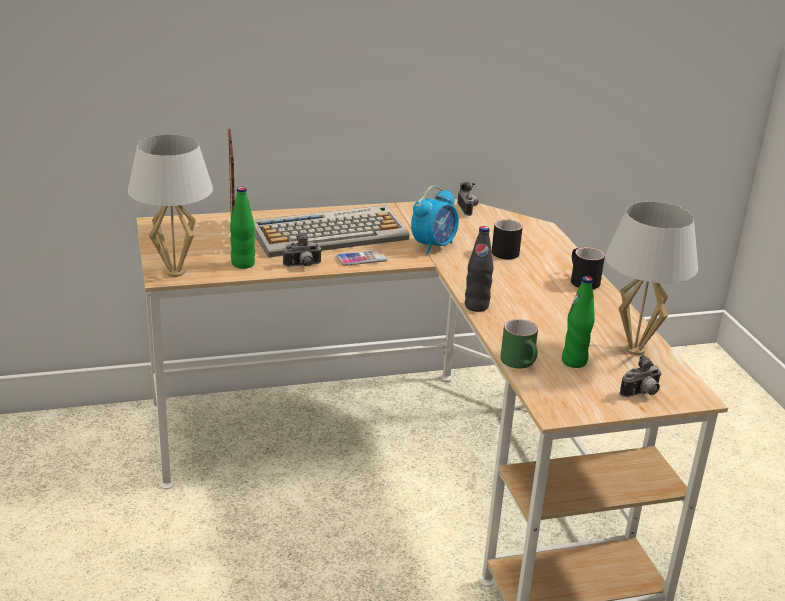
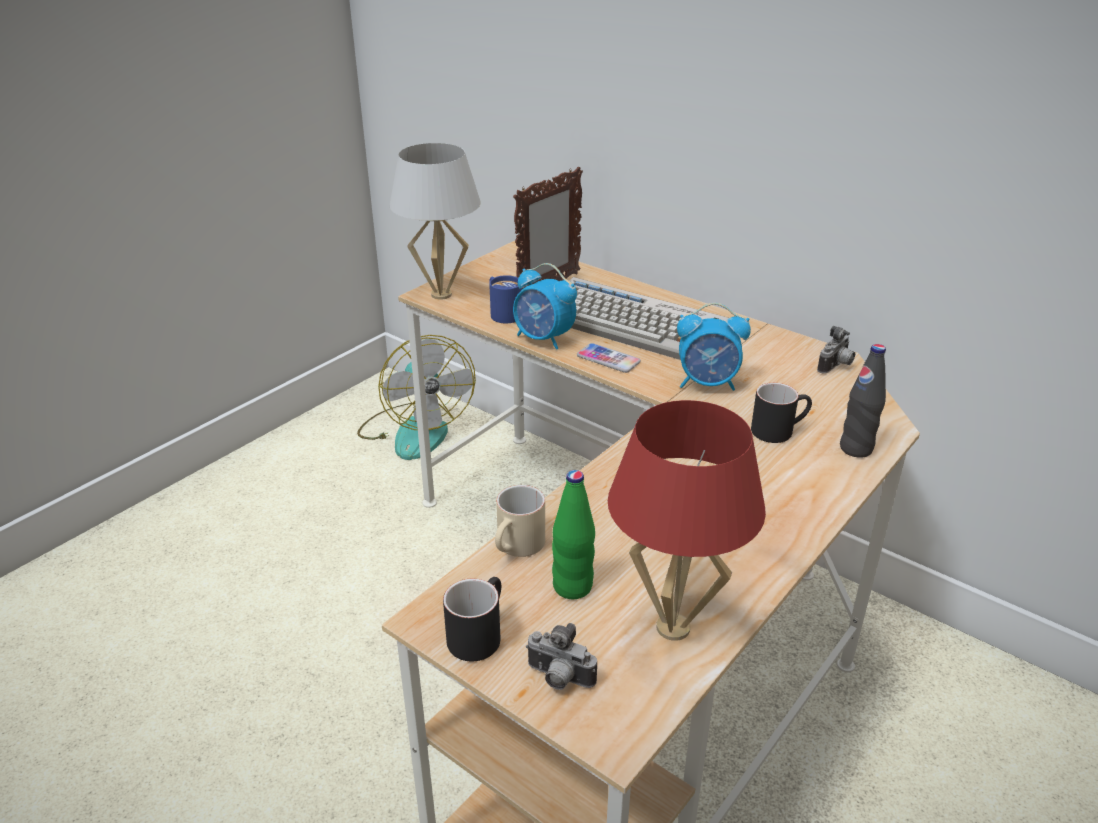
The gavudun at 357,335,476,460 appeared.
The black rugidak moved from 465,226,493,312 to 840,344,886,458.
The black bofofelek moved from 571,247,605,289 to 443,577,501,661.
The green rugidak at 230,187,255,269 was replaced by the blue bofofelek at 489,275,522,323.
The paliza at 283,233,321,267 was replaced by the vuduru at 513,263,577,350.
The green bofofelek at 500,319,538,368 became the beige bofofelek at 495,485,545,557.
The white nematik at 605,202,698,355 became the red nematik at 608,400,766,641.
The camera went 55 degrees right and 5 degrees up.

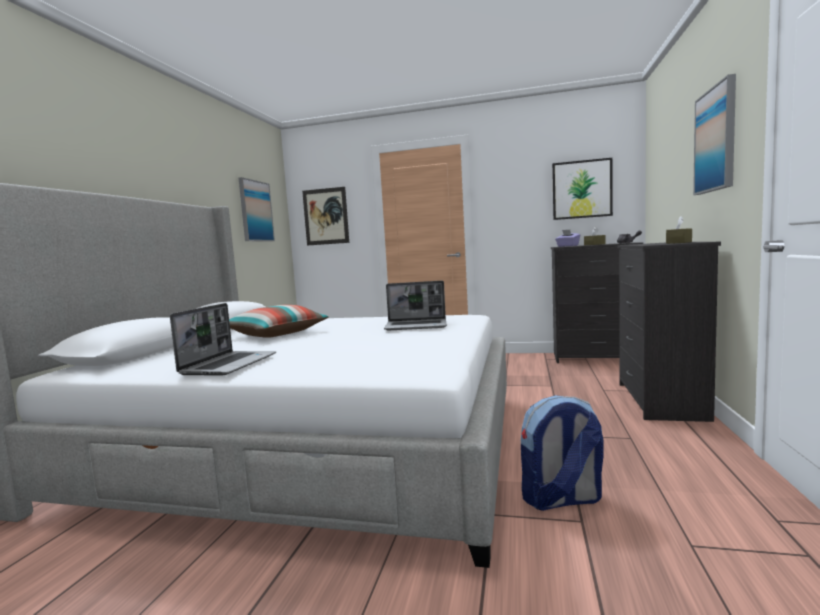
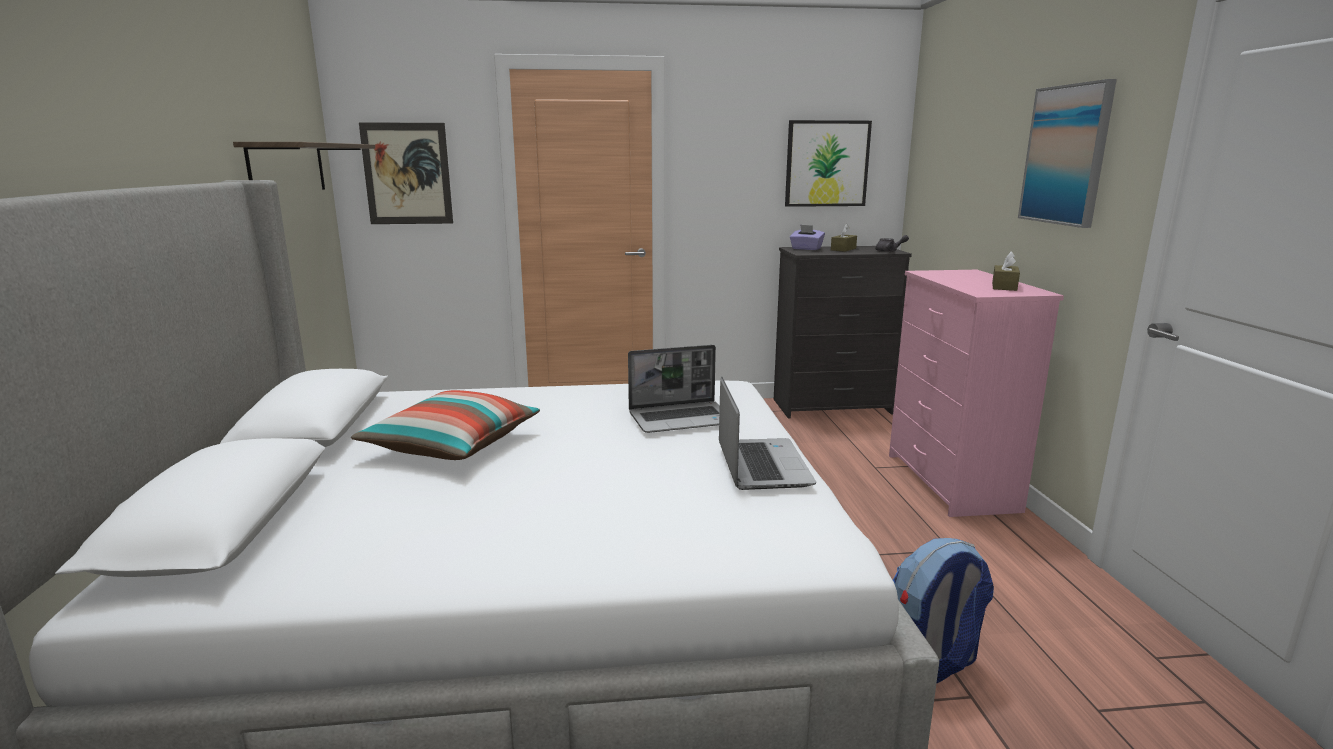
The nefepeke moved from 170,303,276,376 to 719,376,816,490.
The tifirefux at 238,177,275,241 was replaced by the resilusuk at 233,142,375,190.
The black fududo at 618,242,721,422 became the pink fududo at 889,270,1064,517.
The camera went 20 degrees left and 10 degrees up.

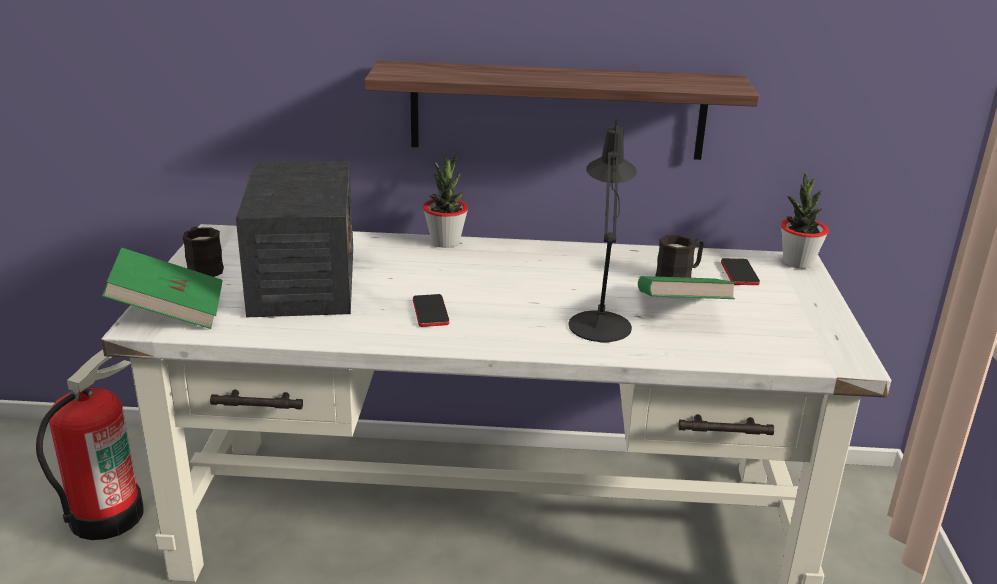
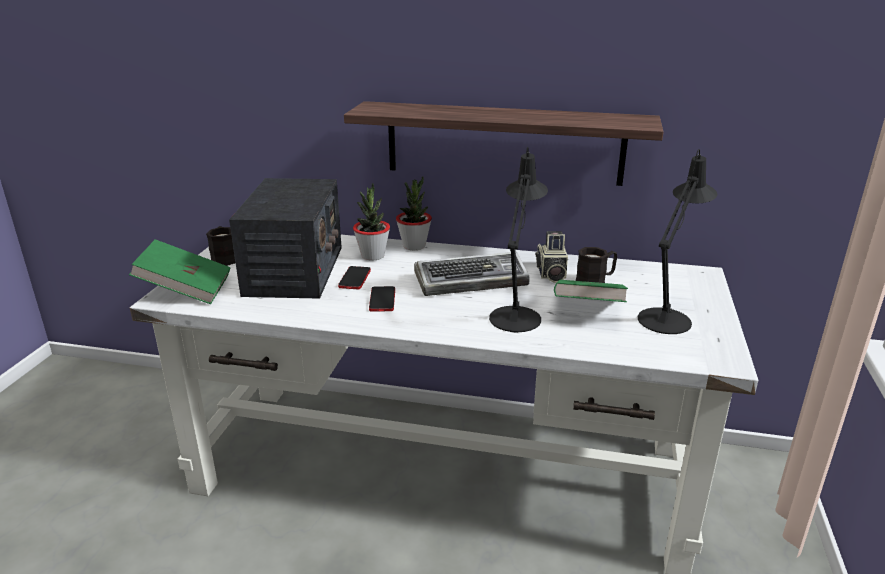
The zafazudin at 36,349,143,540 disappeared.
The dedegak at 414,252,530,296 appeared.
The paliza at 535,231,568,283 appeared.
The black nematik at 638,149,717,334 appeared.
The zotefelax moved from 721,258,760,285 to 338,266,371,289.
The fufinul moved from 781,172,829,269 to 353,183,390,261.
The camera went 10 degrees right and 0 degrees up.

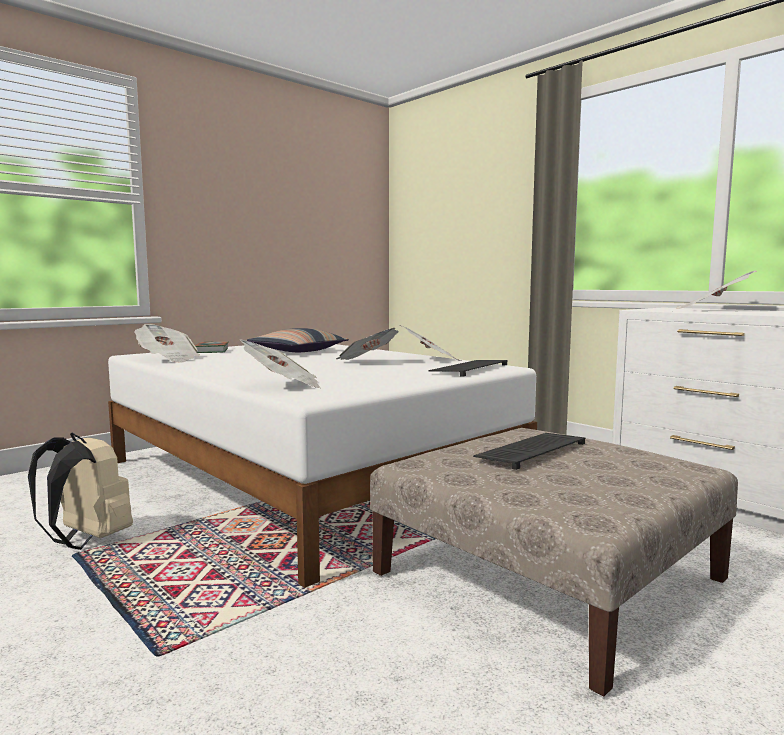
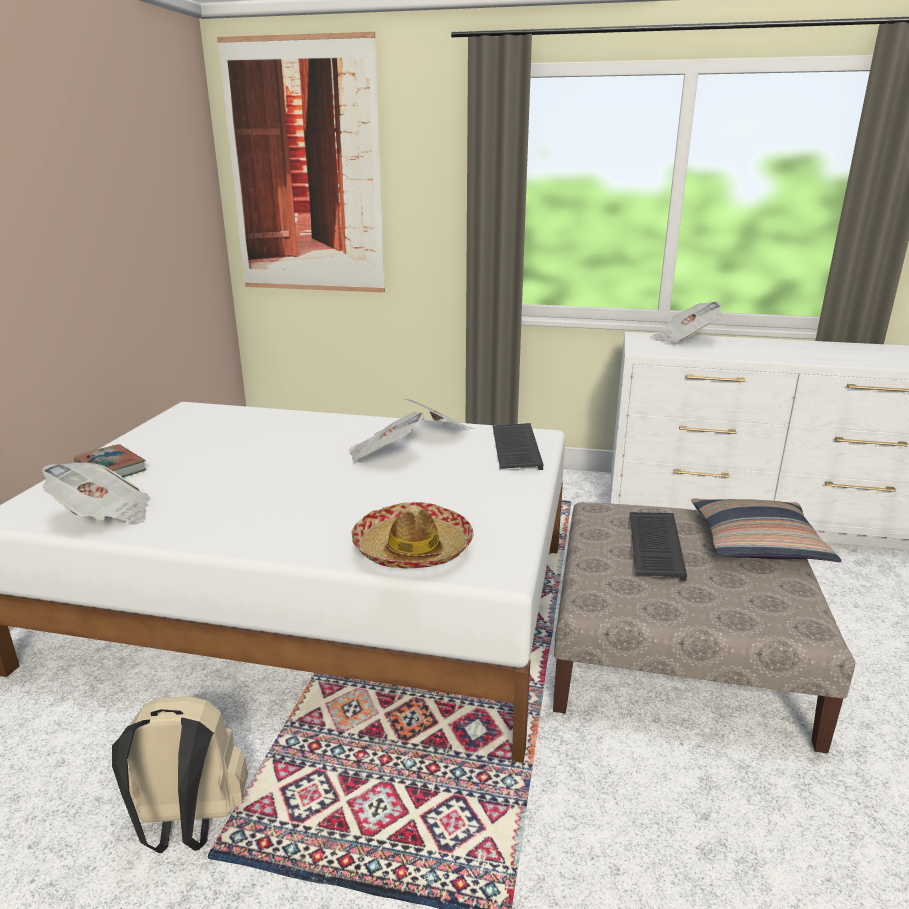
The tifirefux at 217,32,385,293 appeared.
The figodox moved from 247,328,349,352 to 691,499,842,562.
The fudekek at 240,340,321,388 was replaced by the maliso at 351,502,474,568.
The camera went 35 degrees left and 15 degrees up.

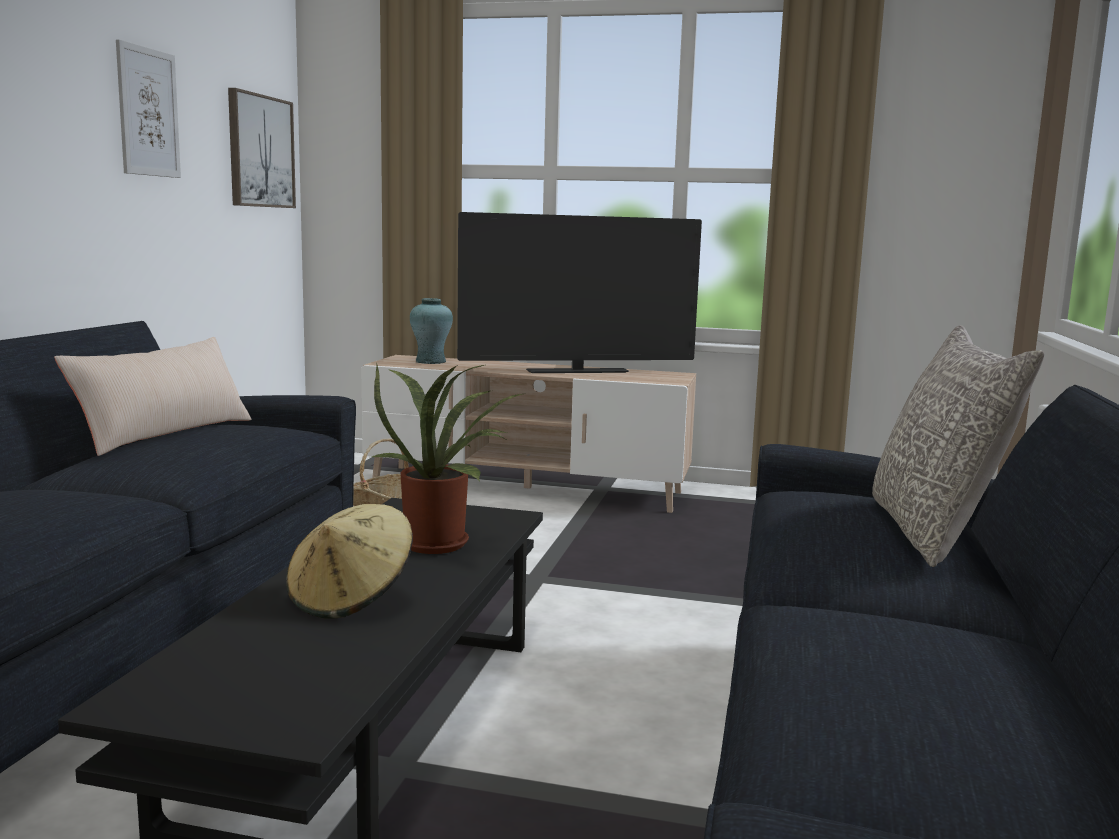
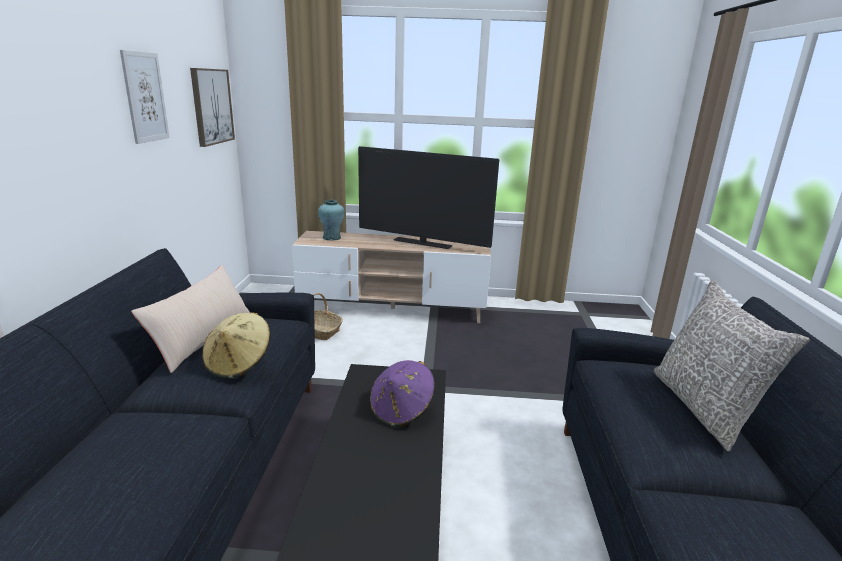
The beige maliso moved from 286,504,413,619 to 202,312,270,379.
The fufinul at 368,363,522,554 was replaced by the purple maliso at 370,360,435,427.
The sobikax at 457,212,702,373 turned 45 degrees clockwise.
The camera went 10 degrees left and 10 degrees up.

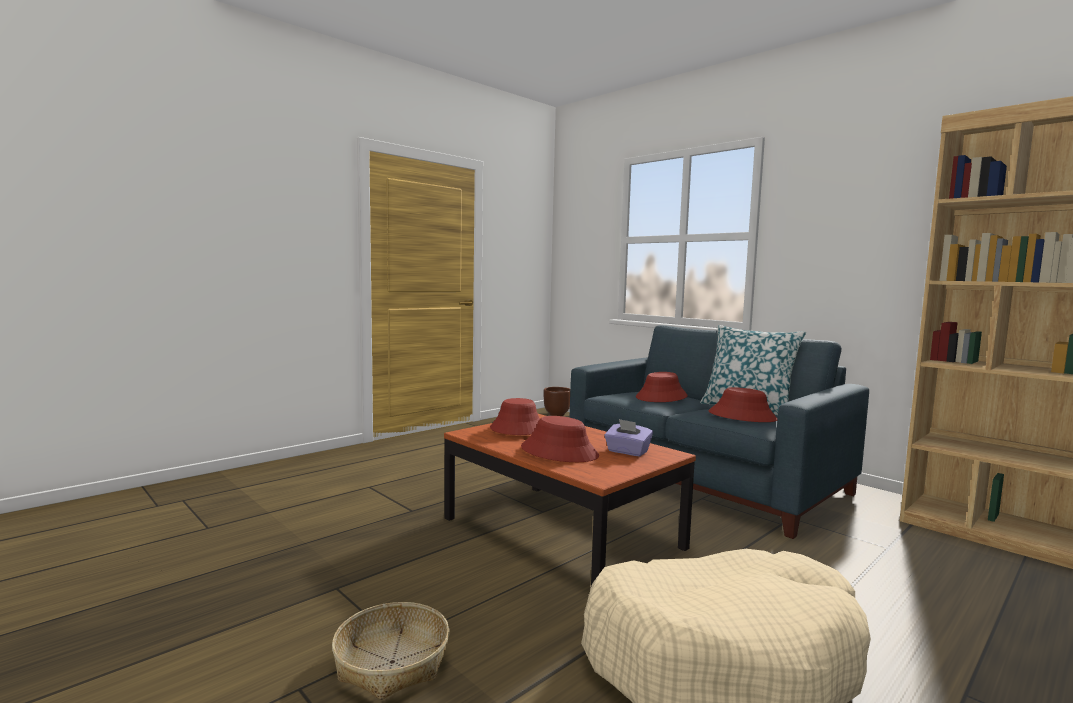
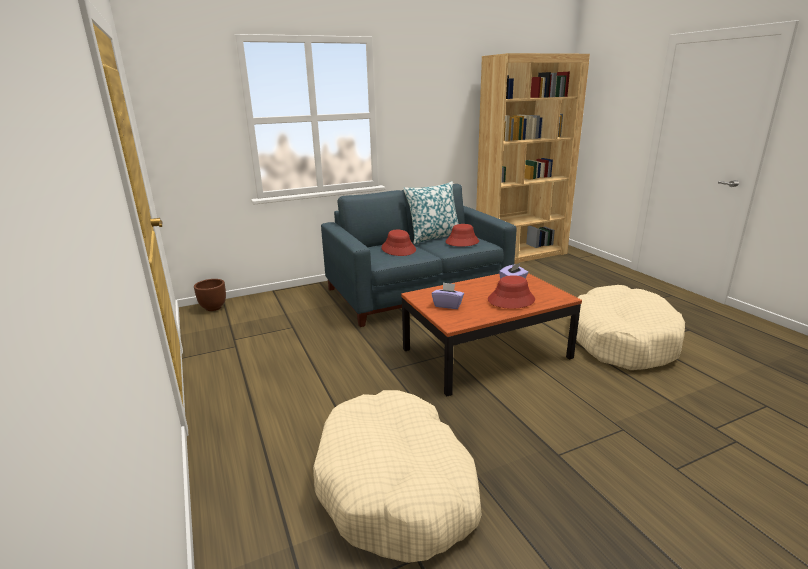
The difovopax at 332,602,449,700 disappeared.
The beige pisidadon at 313,390,482,563 appeared.
The red maliso at 490,398,540,435 was replaced by the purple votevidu at 432,282,464,309.
The camera went 70 degrees left and 15 degrees up.

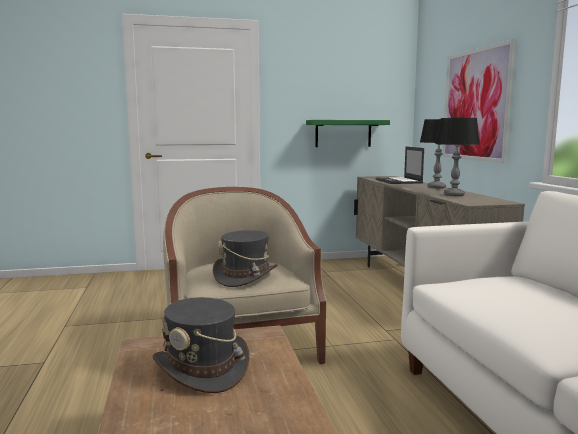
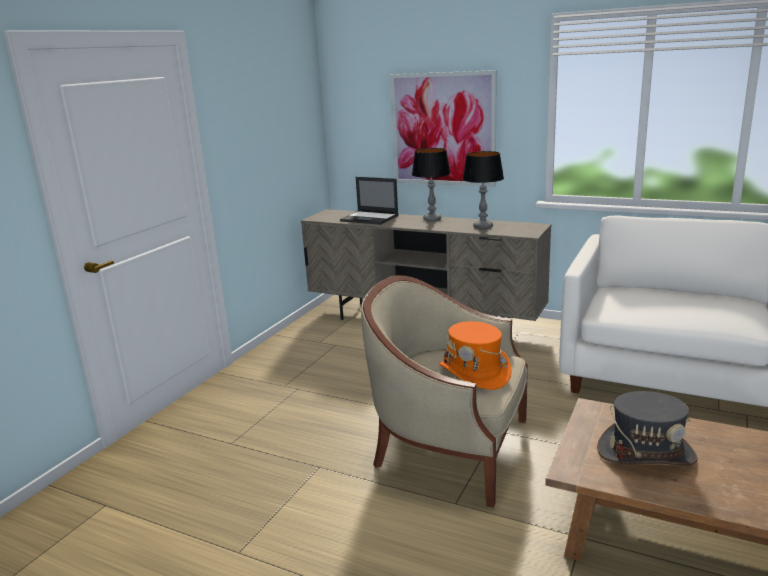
The green resilusuk at 306,120,390,147 disappeared.
The grey maliso at 212,230,278,287 became the orange maliso at 440,321,512,390.
The camera went 50 degrees left and 10 degrees up.

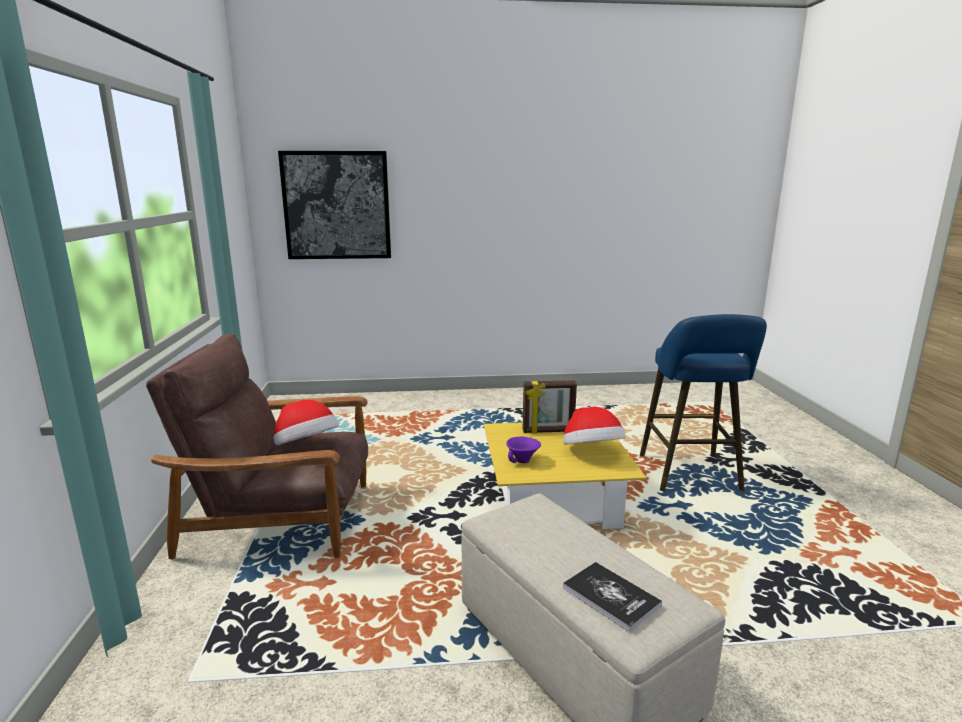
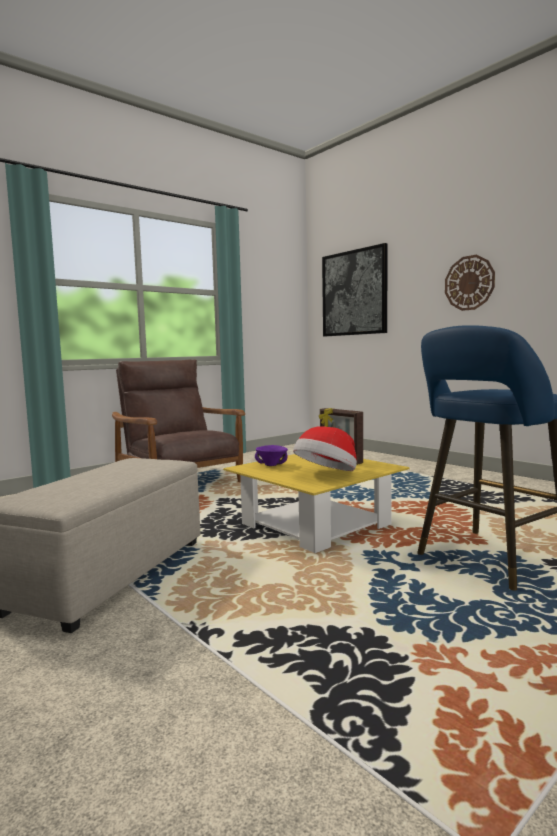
The maliso at 273,400,339,445 disappeared.
The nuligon at 563,562,662,632 disappeared.
The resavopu at 445,255,495,311 appeared.
The camera went 55 degrees right and 10 degrees down.

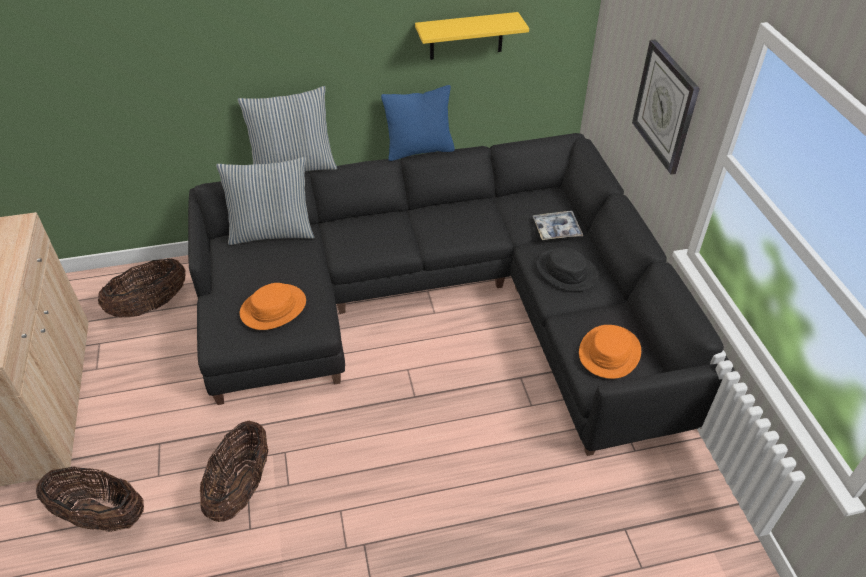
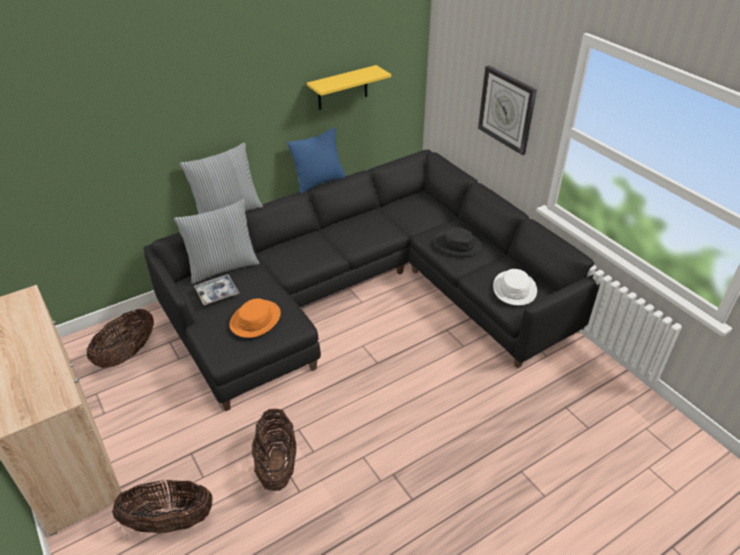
The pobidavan moved from 533,211,583,240 to 194,274,240,305.
The orange maliso at 579,325,641,379 became the white maliso at 493,269,537,305.
The camera went 20 degrees left and 5 degrees down.

